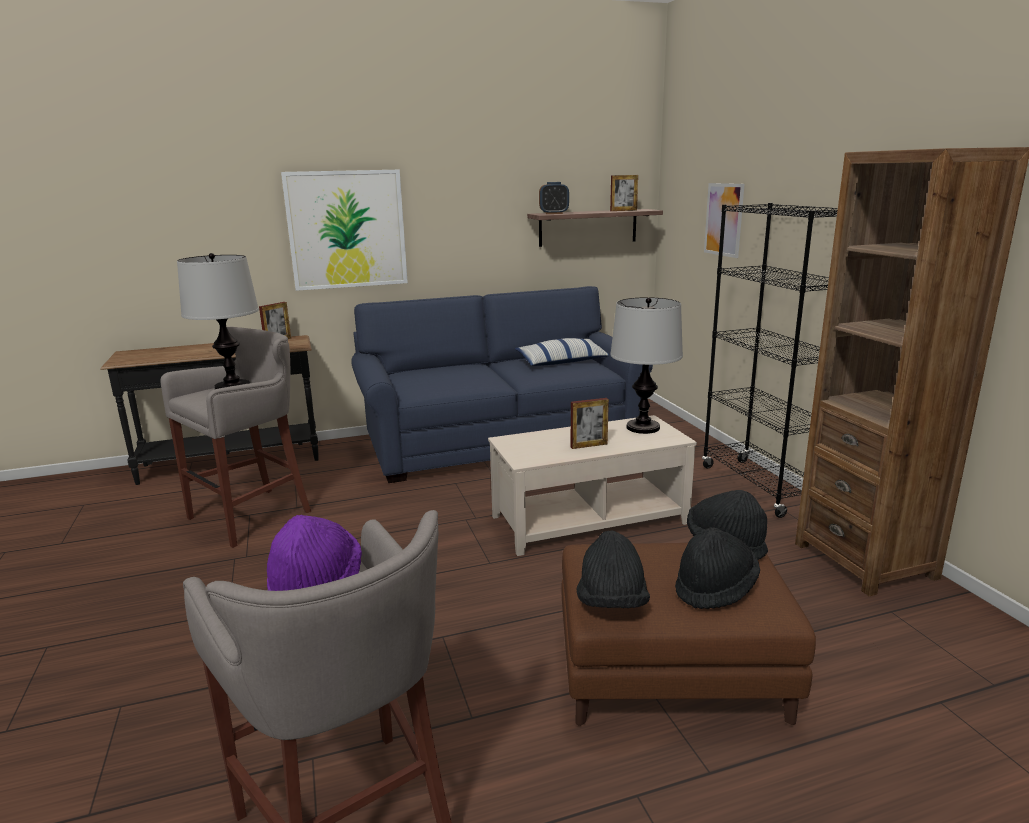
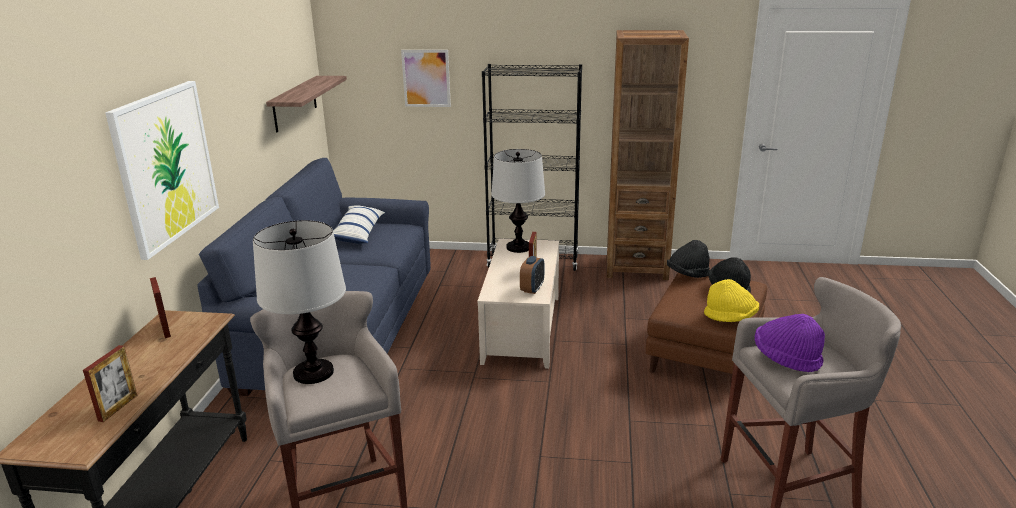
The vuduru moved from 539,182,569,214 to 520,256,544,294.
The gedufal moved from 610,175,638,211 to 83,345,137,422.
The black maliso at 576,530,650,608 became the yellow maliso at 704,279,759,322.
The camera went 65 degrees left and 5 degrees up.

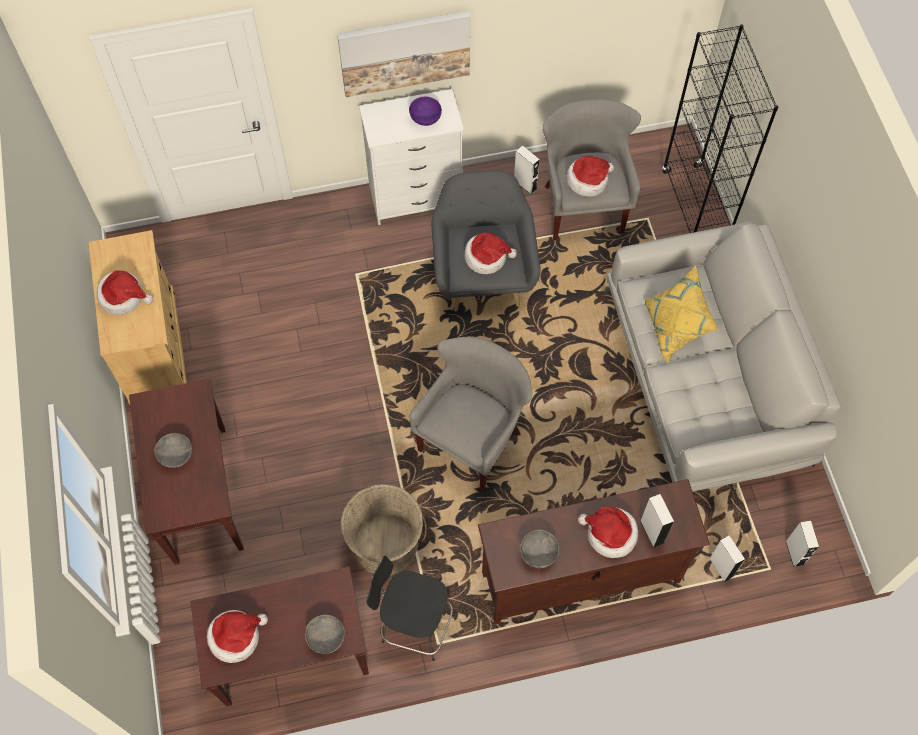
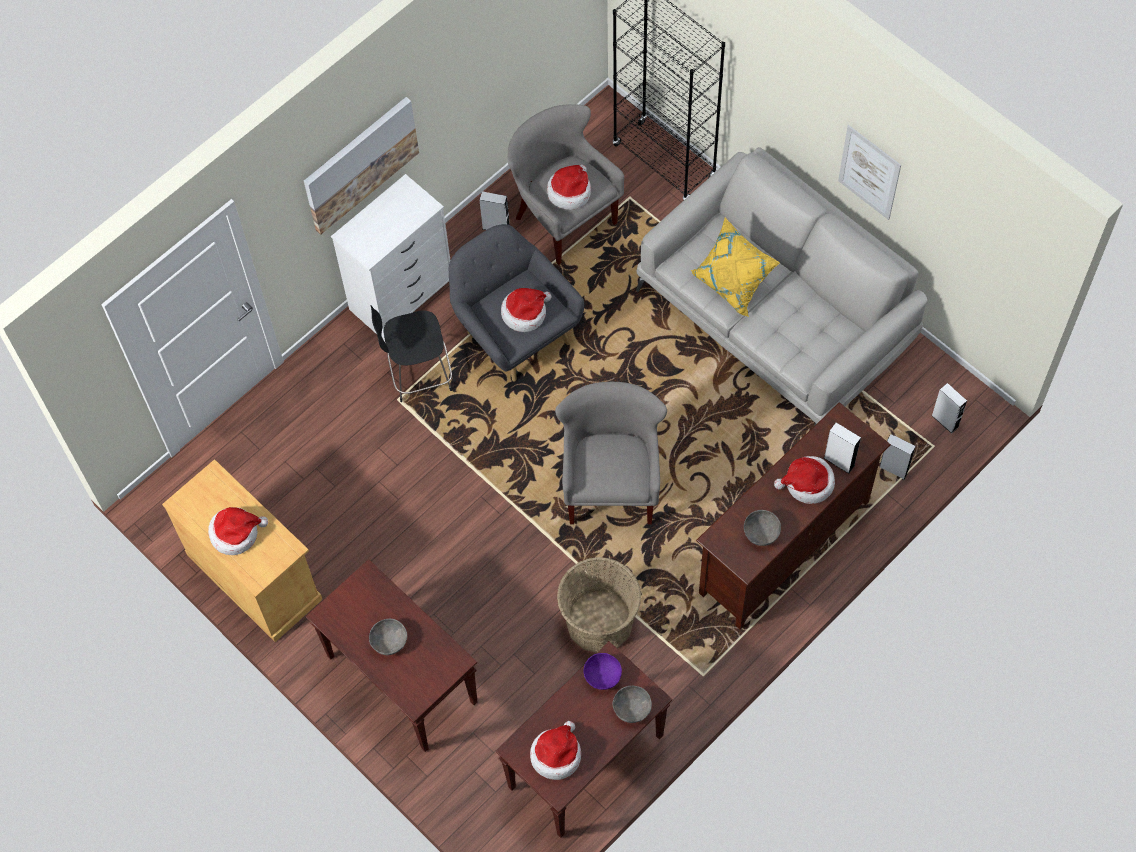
The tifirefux at 838,125,901,220 appeared.
The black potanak moved from 367,556,453,661 to 371,305,452,402.
The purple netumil moved from 409,97,442,126 to 583,653,622,690.
The camera went 30 degrees left and 0 degrees up.

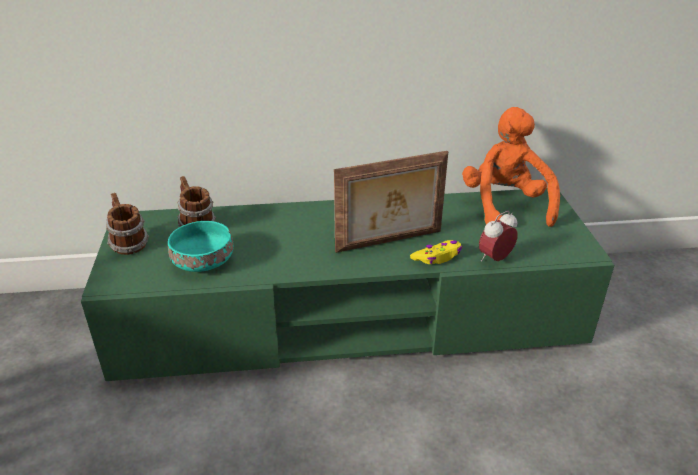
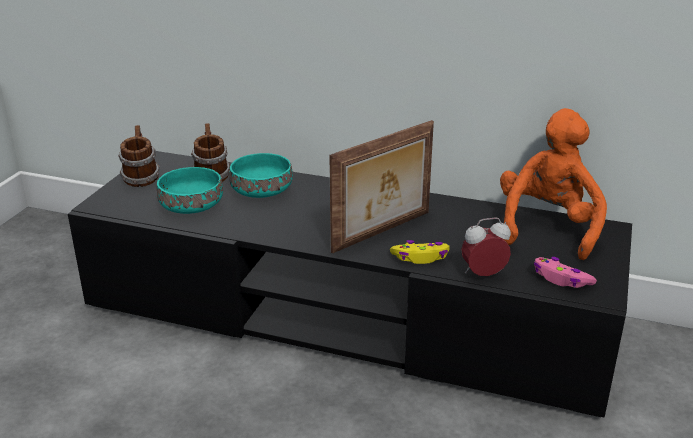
The turquoise netumil at 229,153,293,198 appeared.
The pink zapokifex at 534,257,597,288 appeared.
The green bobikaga at 81,188,614,381 became the black bobikaga at 68,151,632,417.
The gedufal at 334,151,448,253 turned 45 degrees counterclockwise.
The camera went 25 degrees right and 5 degrees down.

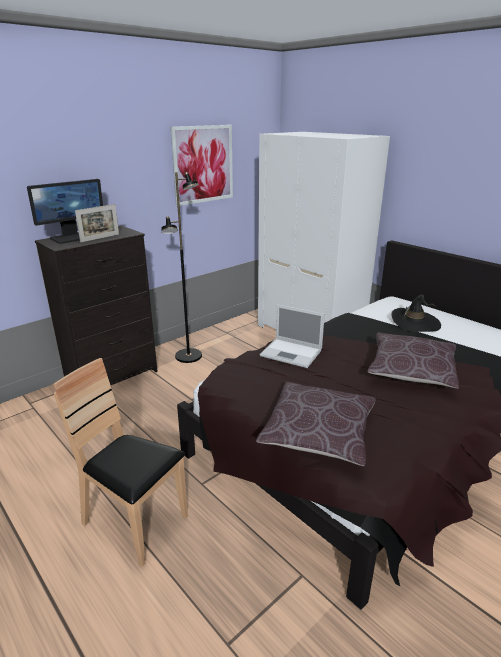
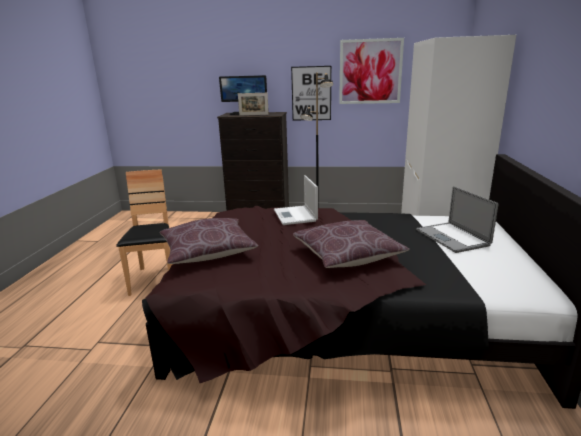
The tifirefux at 291,66,331,120 appeared.
The black maliso at 391,295,441,332 was replaced by the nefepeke at 416,186,498,253.
The camera went 50 degrees right and 5 degrees down.

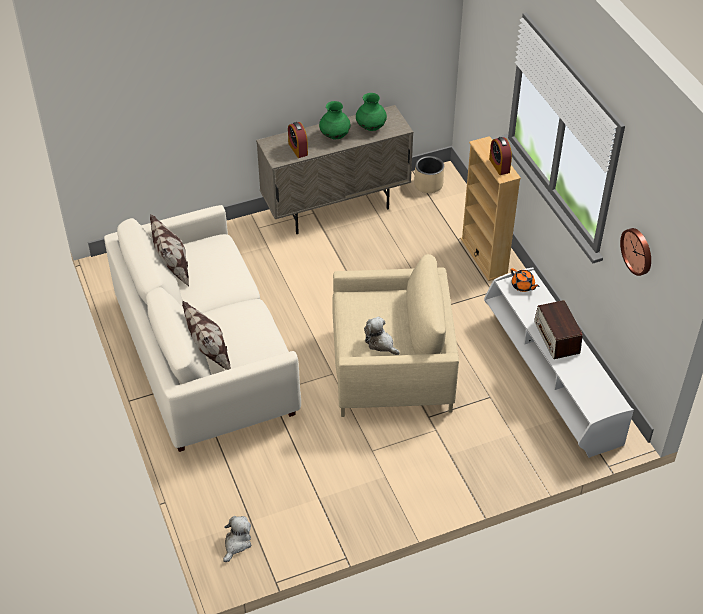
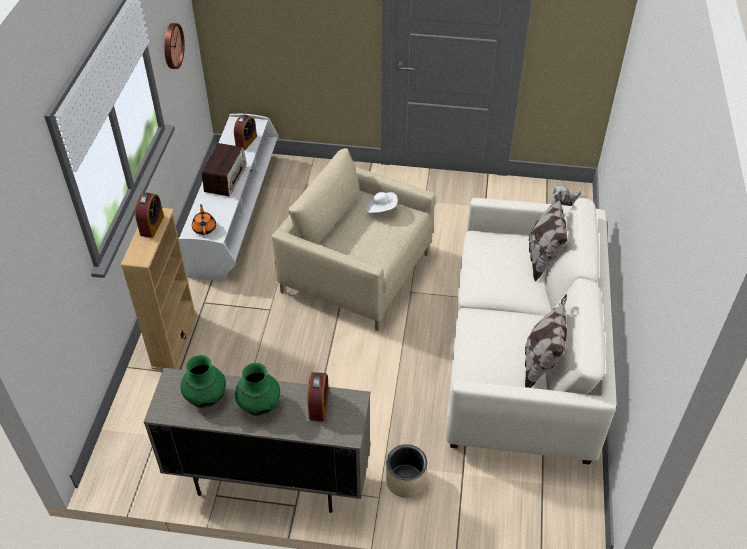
The vuduru at 234,114,257,151 appeared.
The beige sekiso moved from 414,156,444,193 to 386,444,427,498.
The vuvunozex at 364,317,400,355 was replaced by the white maliso at 365,192,398,213.
The camera went 150 degrees left and 0 degrees up.

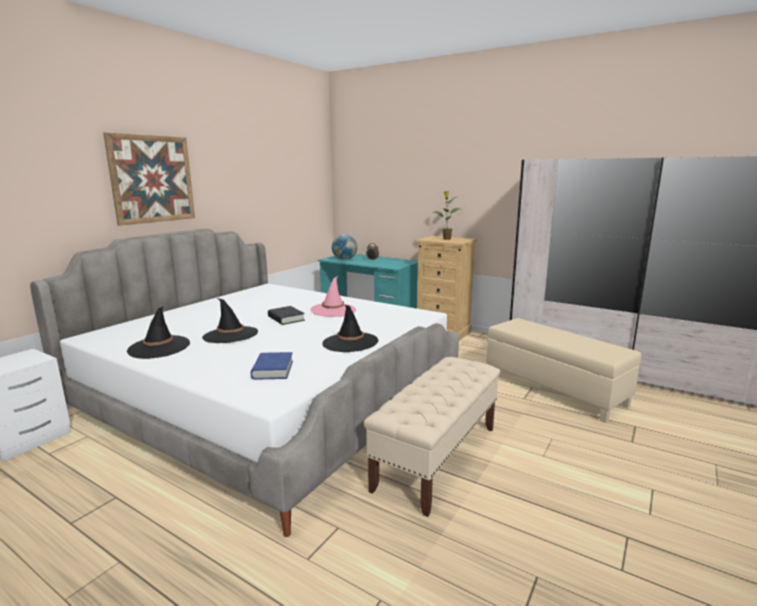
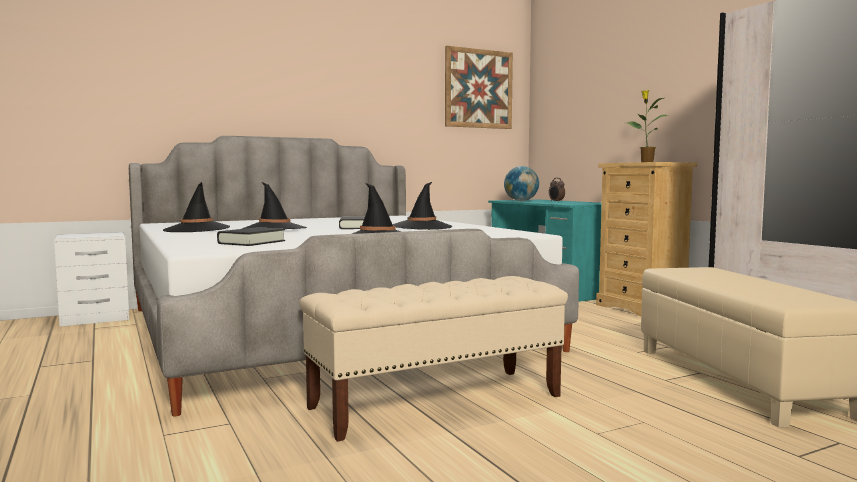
The tifirefux moved from 103,132,195,226 to 445,46,513,129.
The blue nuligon at 251,352,293,380 became the black nuligon at 217,227,285,246.
The pink maliso at 310,276,356,317 became the black maliso at 392,182,452,230.
The camera went 30 degrees right and 10 degrees down.

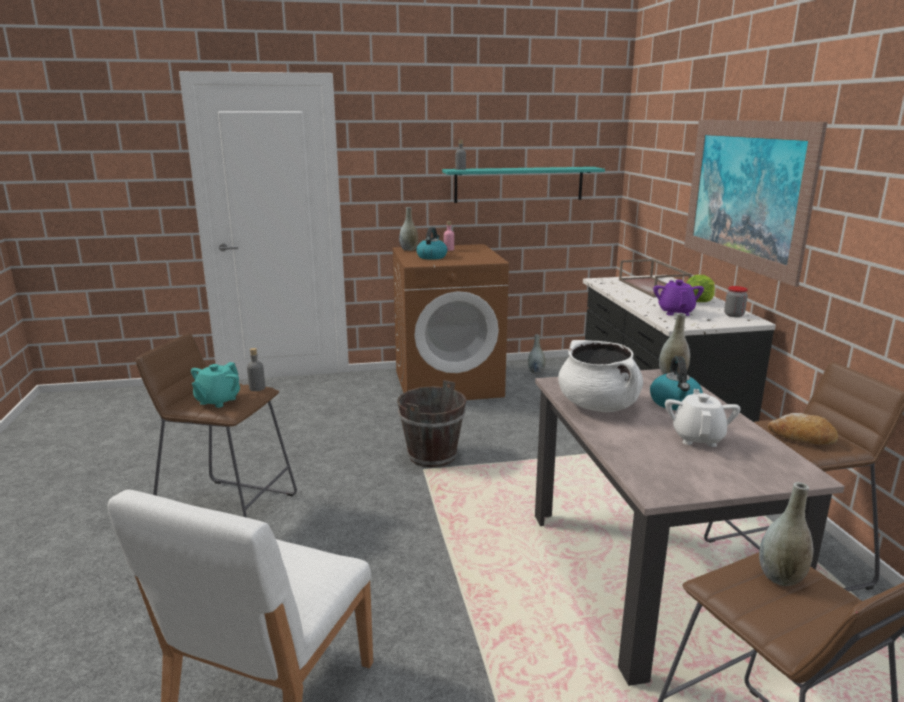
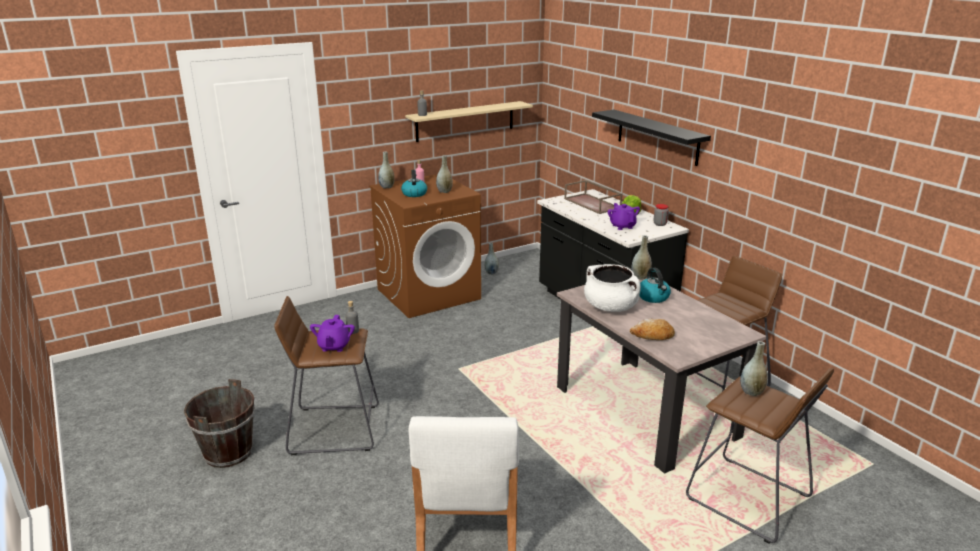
The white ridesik at 665,389,741,447 disappeared.
The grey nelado at 436,155,453,193 appeared.
The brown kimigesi moved from 397,380,467,467 to 184,379,255,468.
The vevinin moved from 768,413,838,445 to 630,319,675,340.
The tifirefux at 684,120,827,287 was replaced by the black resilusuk at 592,110,711,166.
The turquoise ridesik at 191,362,240,408 became the purple ridesik at 310,315,355,352.
The turquoise resilusuk at 442,167,605,203 became the beige resilusuk at 405,101,533,142.
The camera went 20 degrees left and 5 degrees up.

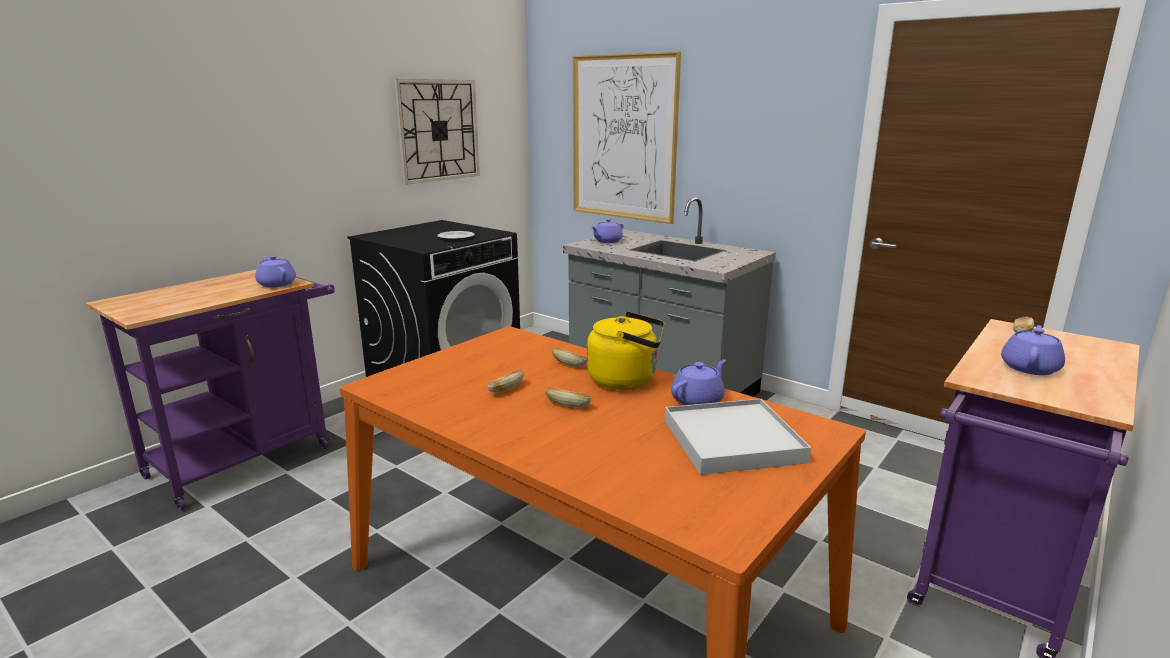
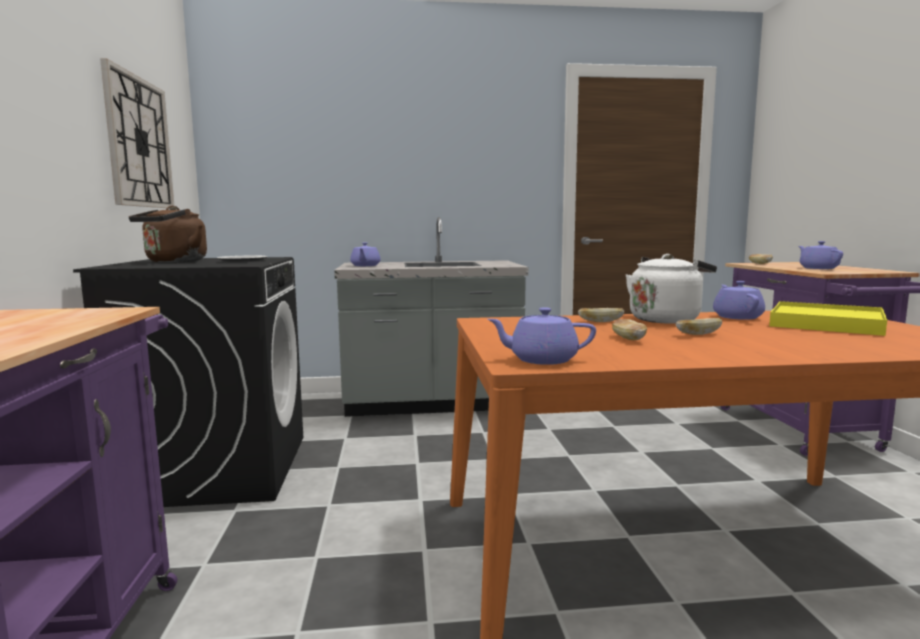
The tifirefux at 573,52,681,224 disappeared.
The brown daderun at 129,206,207,263 appeared.
The purple ridesik moved from 255,256,296,287 to 487,307,596,365.
The yellow daderun at 587,311,665,390 became the white daderun at 626,254,717,324.
The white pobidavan at 665,399,811,475 became the yellow pobidavan at 769,301,887,336.
The camera went 45 degrees left and 10 degrees down.

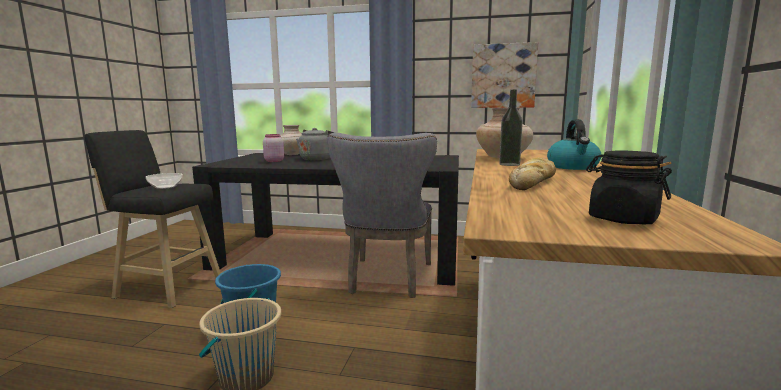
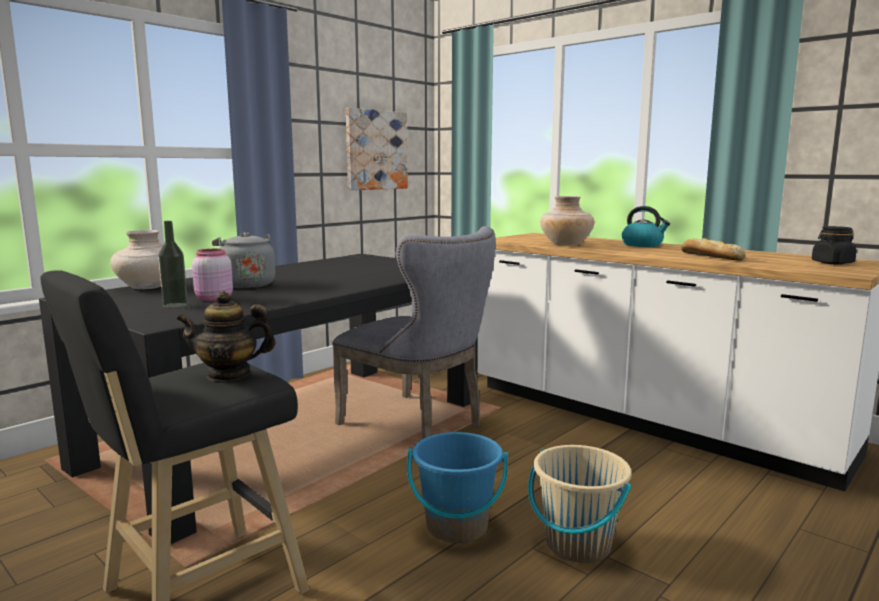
The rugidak moved from 499,89,523,166 to 158,221,188,308.
The netumil at 146,173,183,189 was replaced by the ridesik at 176,291,276,381.
The camera went 60 degrees left and 0 degrees up.

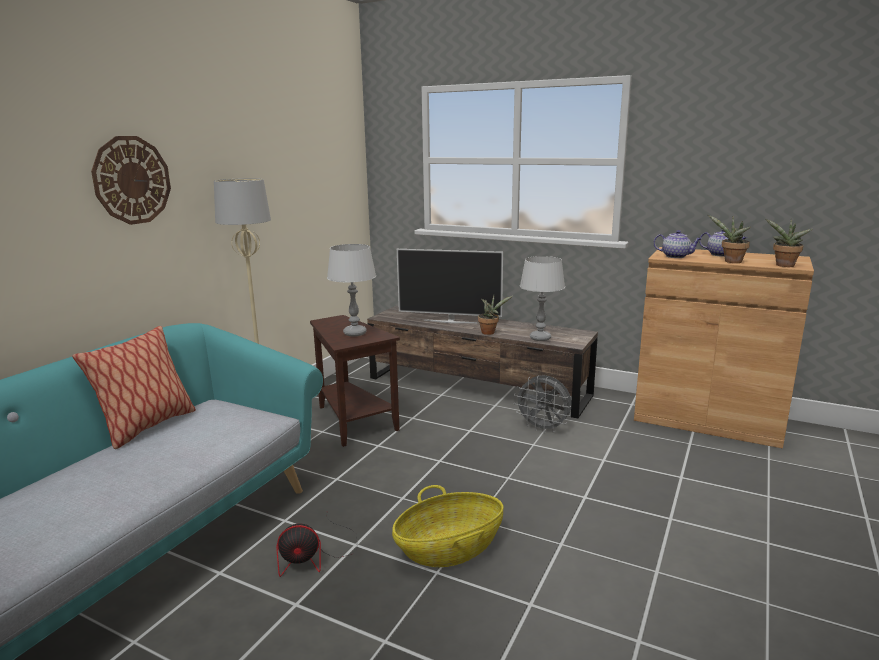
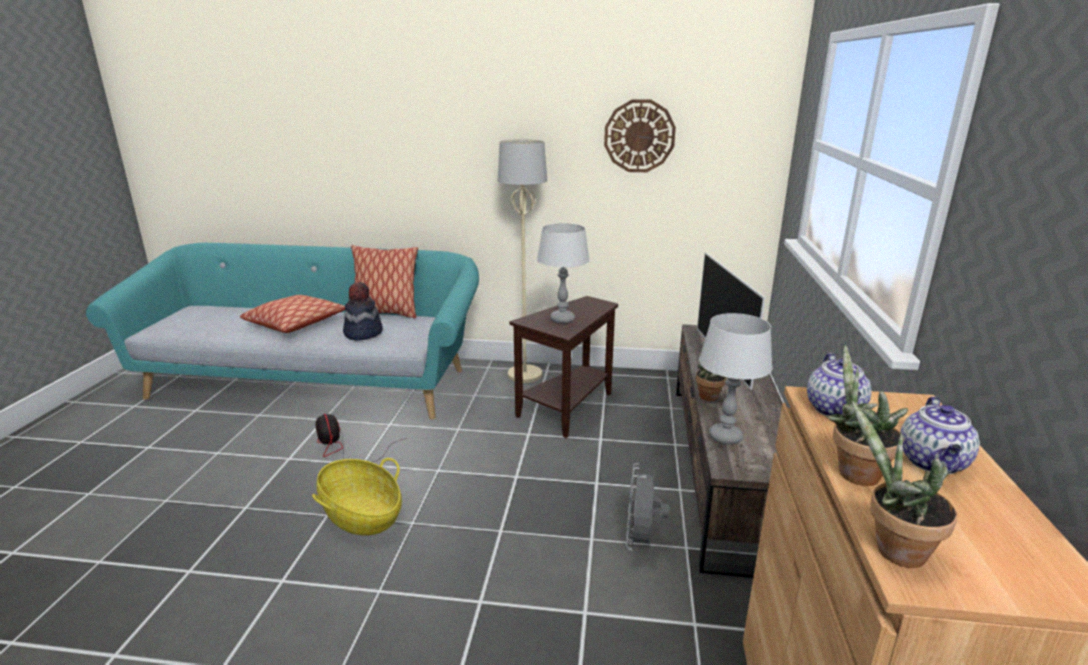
The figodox at 240,295,345,333 appeared.
The maliso at 343,282,383,341 appeared.
The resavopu moved from 91,136,171,225 to 604,99,676,172.
The camera went 70 degrees right and 5 degrees up.

